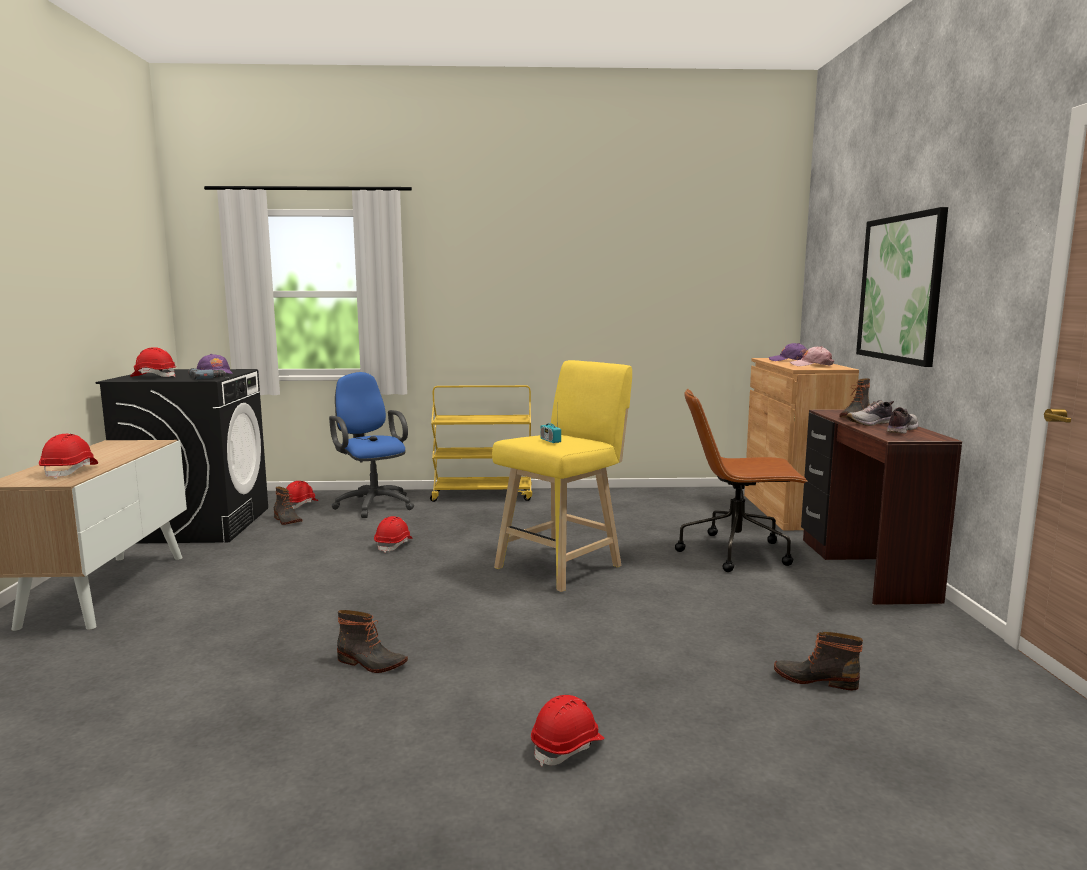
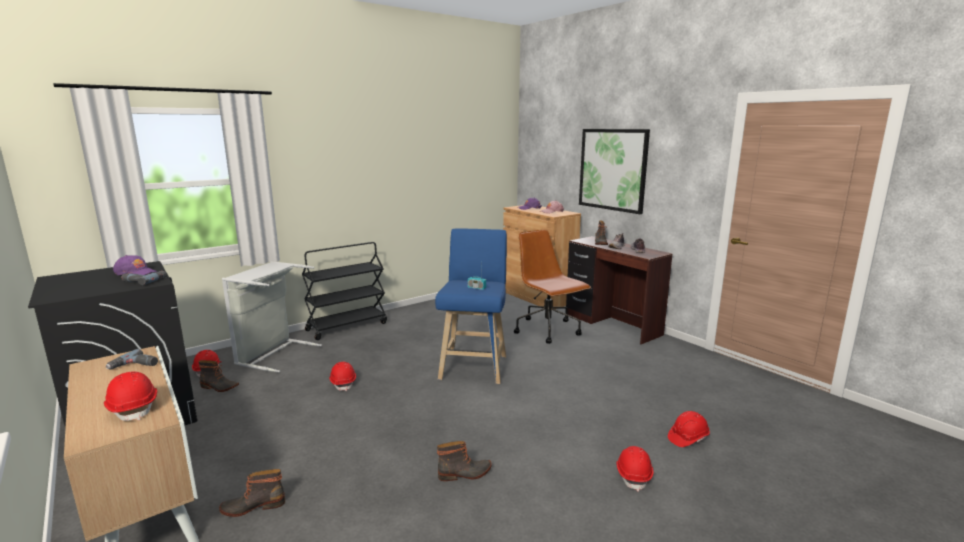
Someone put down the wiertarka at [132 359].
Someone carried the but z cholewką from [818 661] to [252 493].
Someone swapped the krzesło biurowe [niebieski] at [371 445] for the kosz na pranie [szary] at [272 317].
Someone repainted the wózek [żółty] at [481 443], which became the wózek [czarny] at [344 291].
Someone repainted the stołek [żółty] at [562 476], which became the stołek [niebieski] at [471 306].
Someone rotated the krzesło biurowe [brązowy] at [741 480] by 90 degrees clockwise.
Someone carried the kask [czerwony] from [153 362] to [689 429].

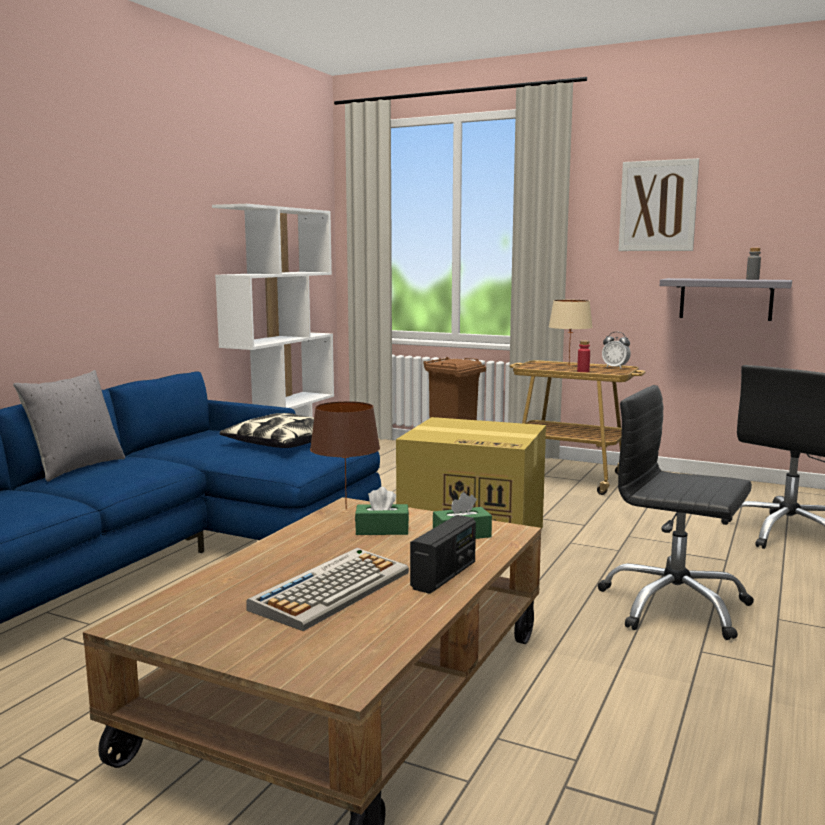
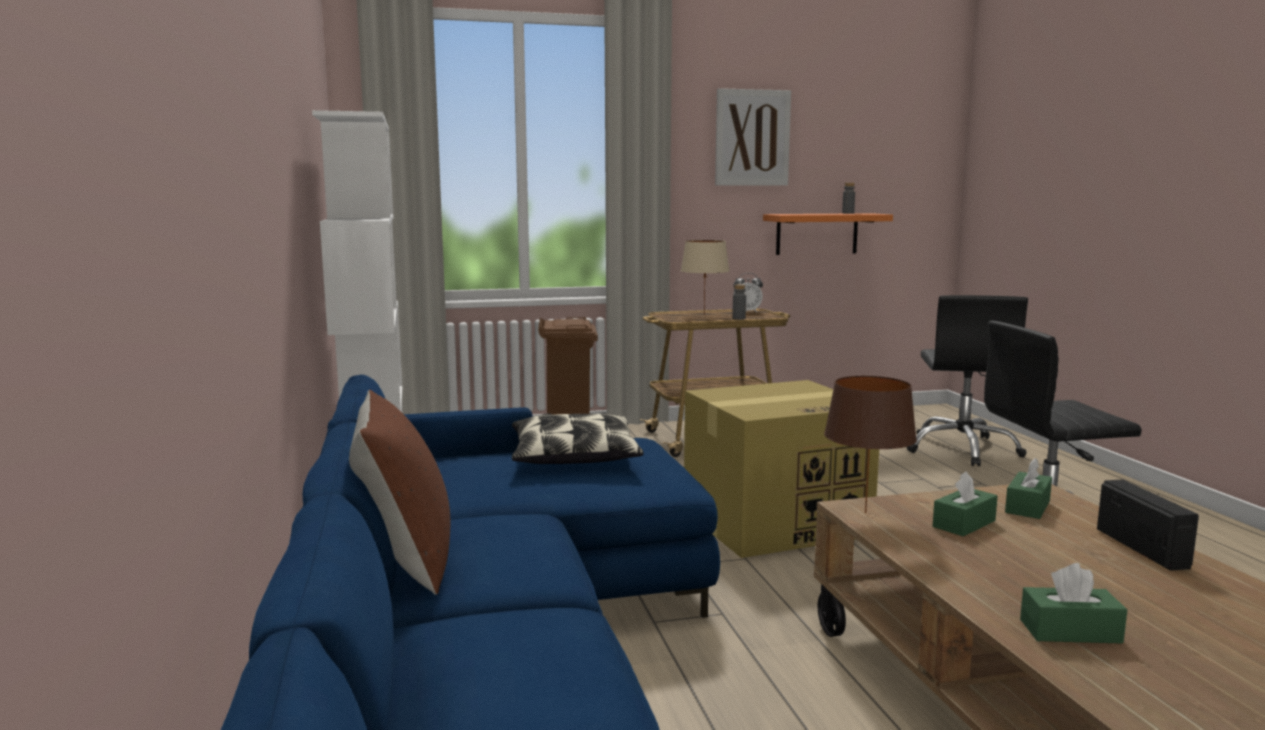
Someone repainted the poduszka [szary] at [69 425], which became the poduszka [brązowy] at [399 492].
Someone repainted the butelka [czerwony] at [583 356], which became the butelka [szary] at [739 302].
Someone repainted the półka [szary] at [726 299], which became the półka [pomarańczowy] at [828 234].
Someone put down the pudełko chusteczek [zielony] at [1073 603].
Someone took away the klawiatura at [327 589].

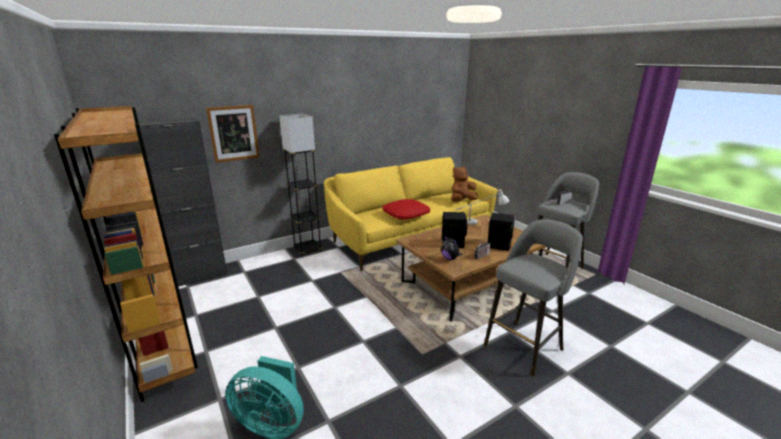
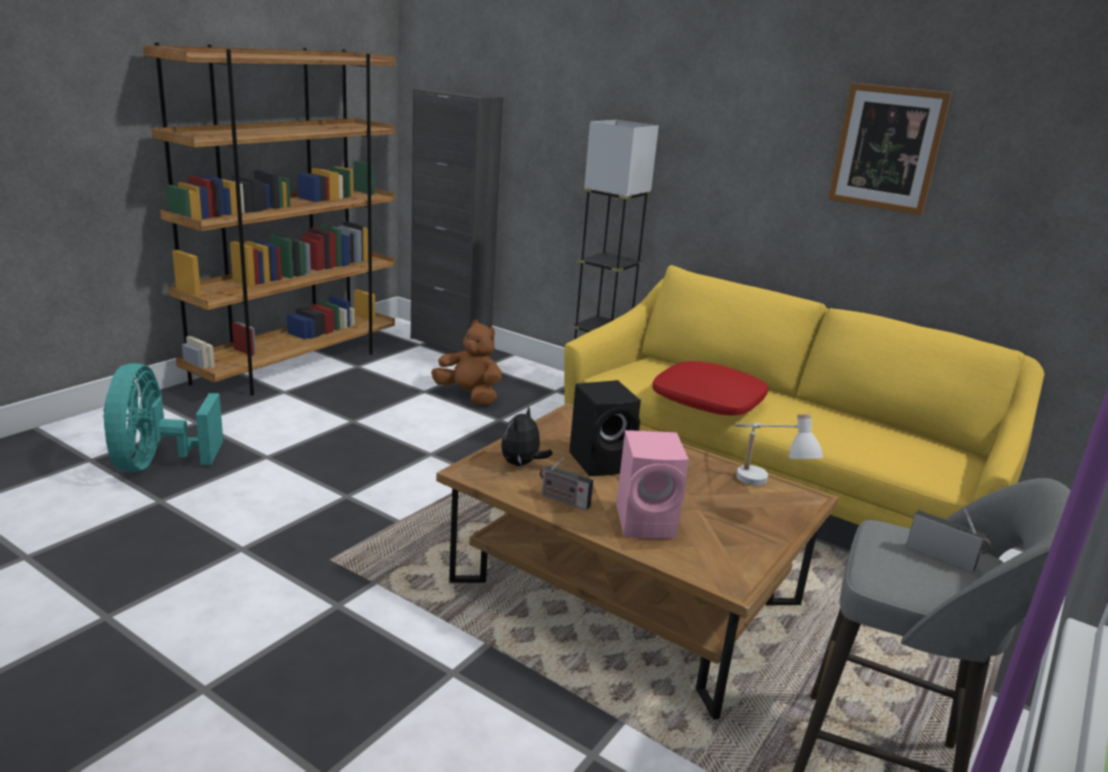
Someone carried the pluszak [brązowy] from [464 184] to [466 362].
Someone repainted the głośnik [czarny] at [501 232], which became the głośnik [różowy] at [652 484].
Someone carried the obraz from [233 134] to [890 149].
Someone took away the stołek [szary] at [533 298].

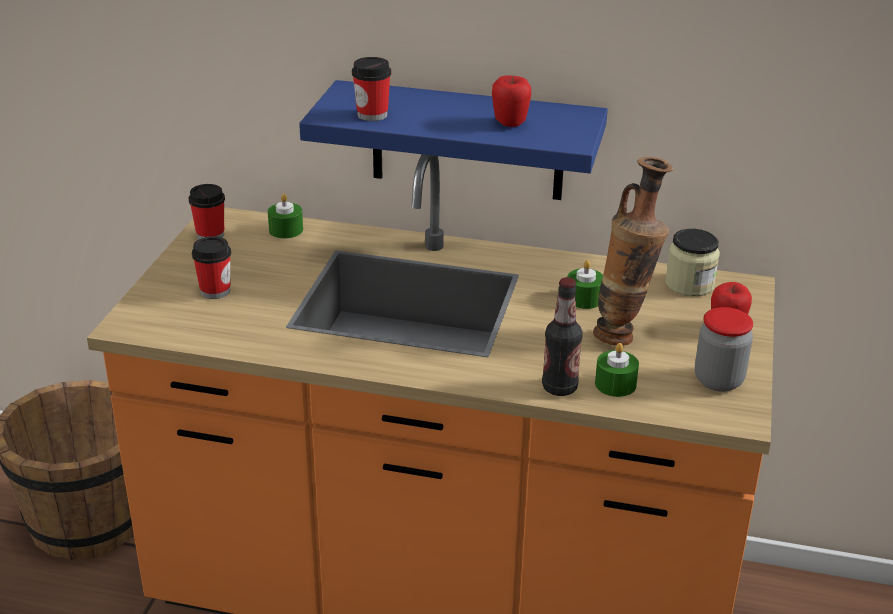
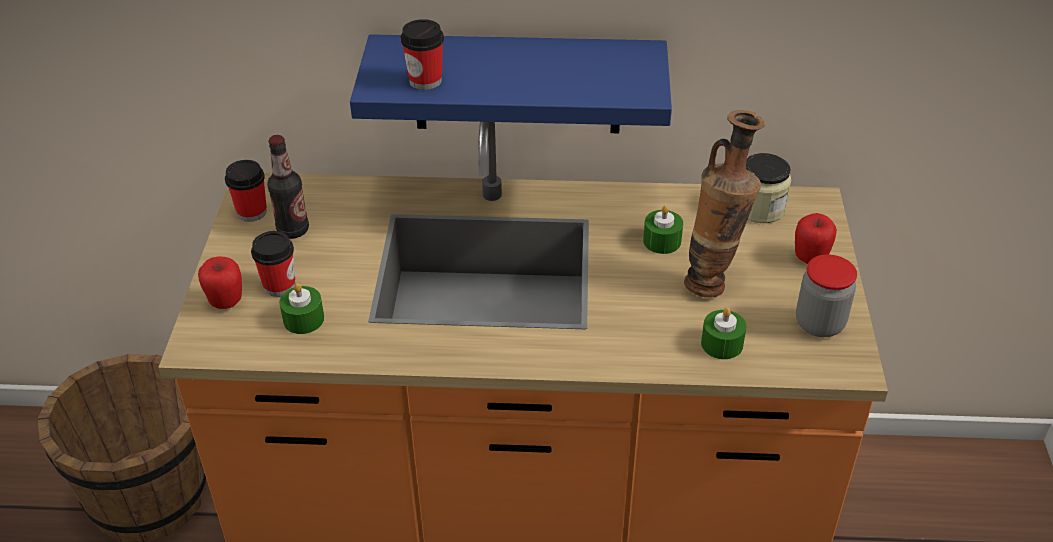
Someone carried the jabłko from [511 101] to [220 282].
Someone carried the butelka from [562 336] to [288 187].
Someone carried the świeca [zielony] from [285 216] to [301 308].

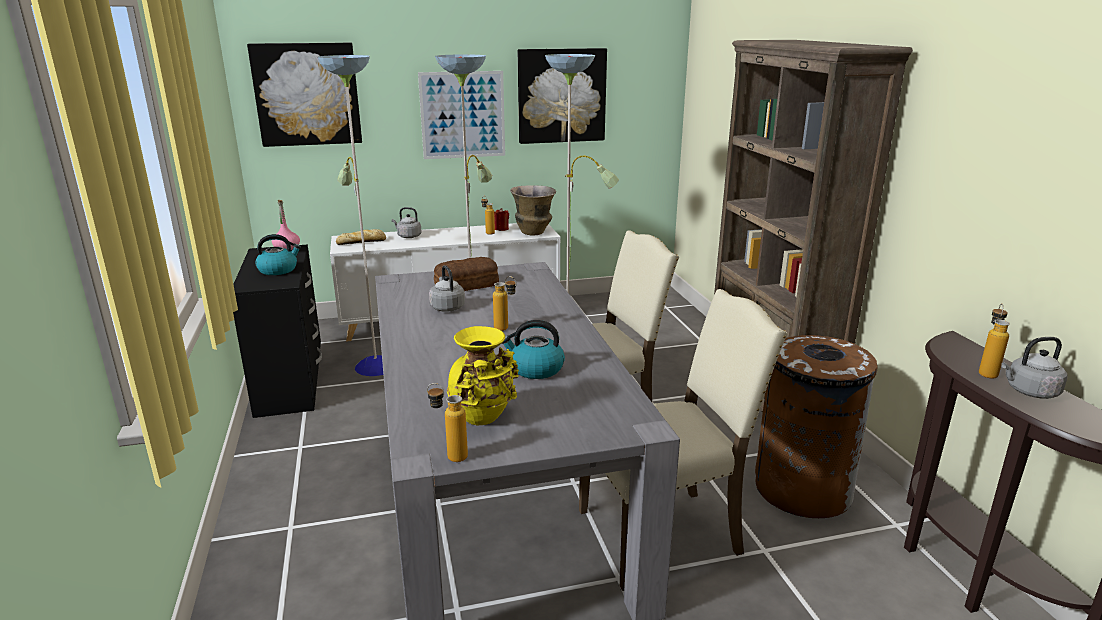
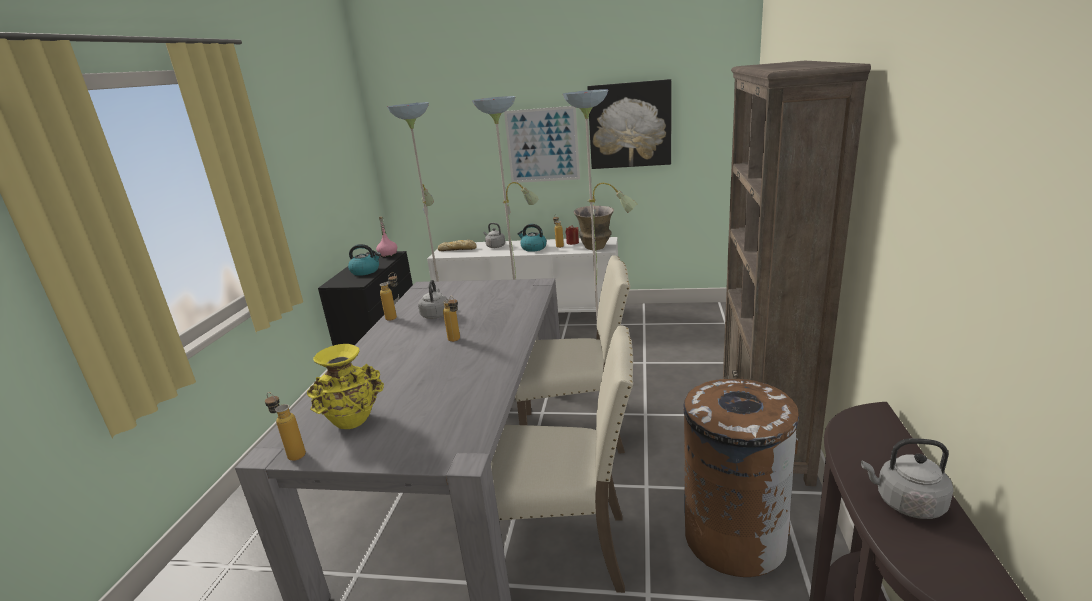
Someone carried the butelka from [994 341] to [388 297].
Someone carried the czajnik from [533 349] to [532 238].
Someone took away the obraz at [304 95].
Someone took away the chleb at [466 274].

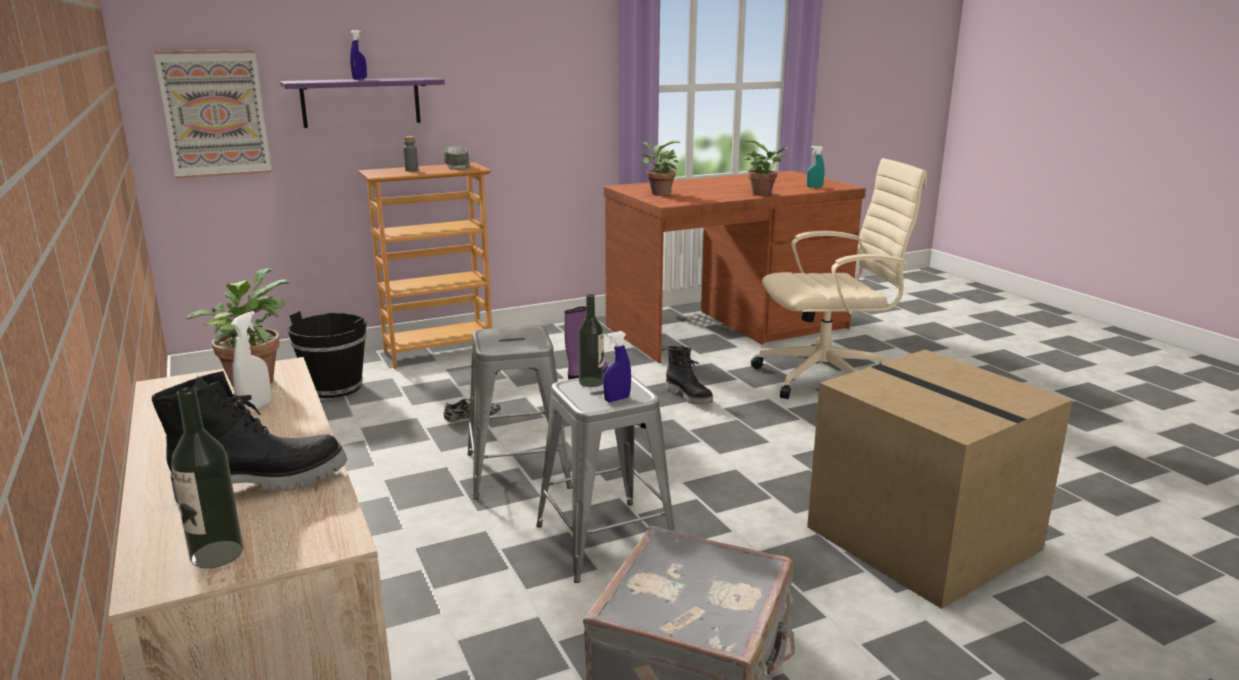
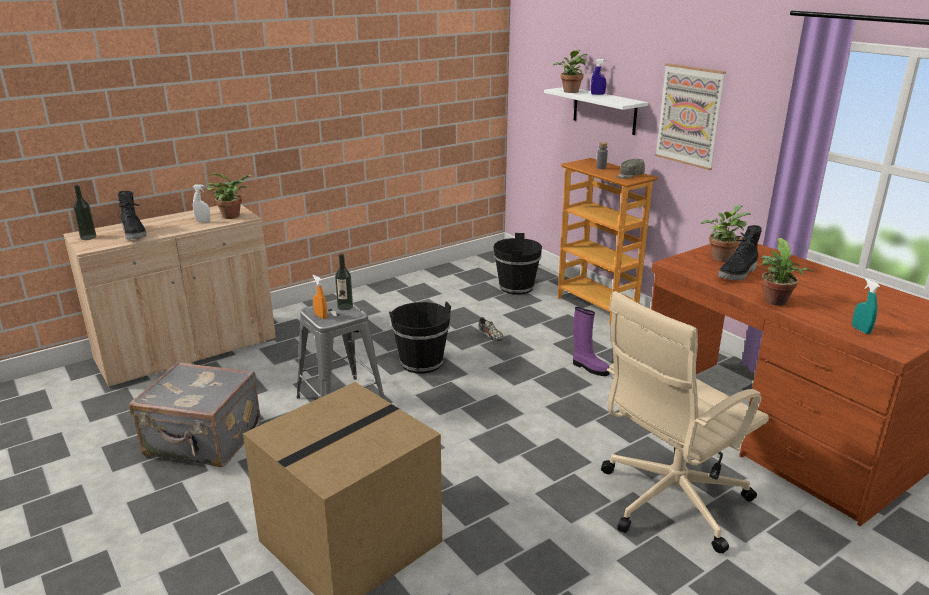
Someone repainted the spryskiwacz [niebieski] at [617 366], which became the spryskiwacz [pomarańczowy] at [320 297].
Someone swapped the stołek [szary] at [519 412] for the wiadro [czarny] at [420 337].
Someone repainted the półka [fioletowy] at [362 102], which became the półka [biały] at [596 111].
Someone put down the roślina doniczkowa at [570 71].
Someone rotated the krzesło biurowe [beżowy] at [839 278] by 75 degrees clockwise.
Someone carried the obraz from [213 114] to [690 116].
Someone carried the but z cholewką [czarny] from [689 375] to [740 252].

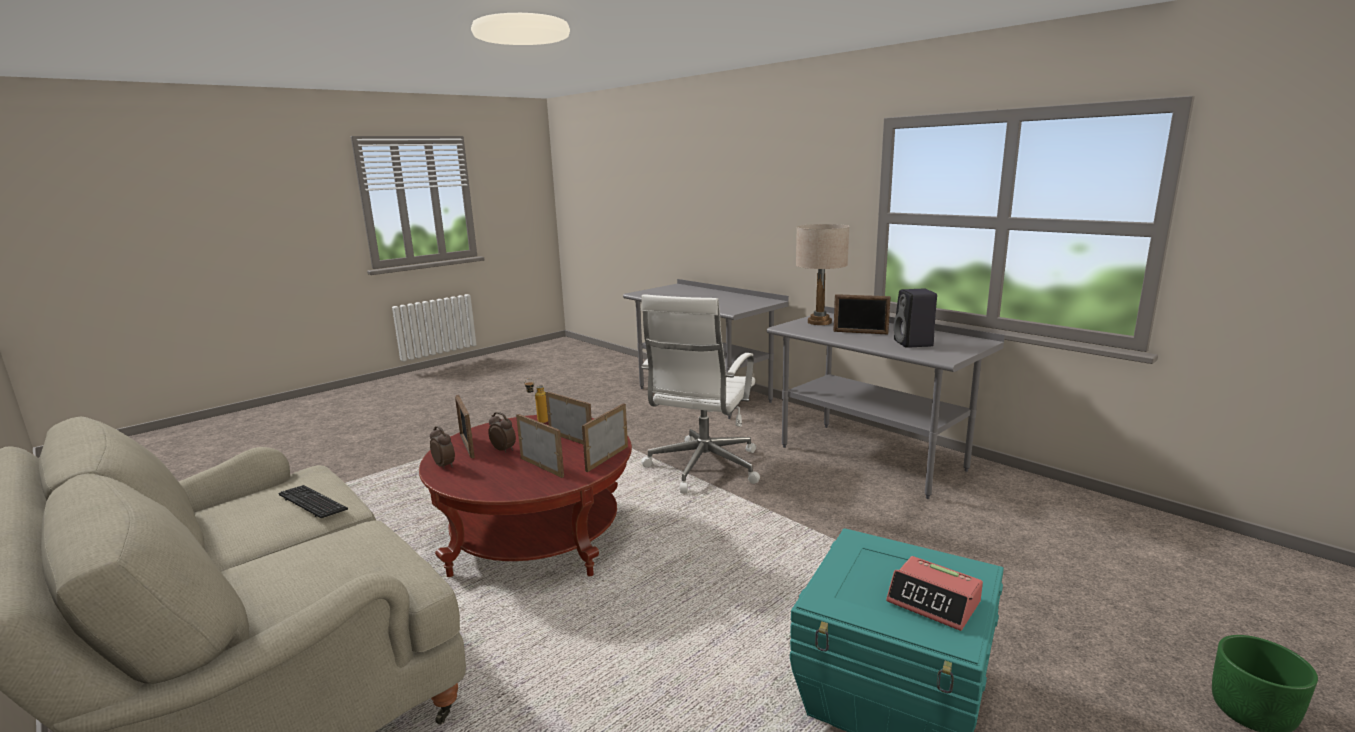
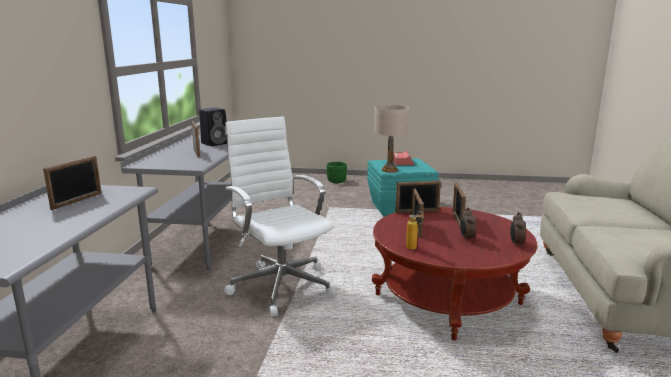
Someone carried the ramka na zdjęcie from [465 426] to [72 183].
Someone rotated the krzesło biurowe [biały] at [700 394] by 105 degrees counterclockwise.
Someone carried the lampa stołowa [beżowy] from [823 274] to [391 139].
Someone took away the klawiatura at [313 501].

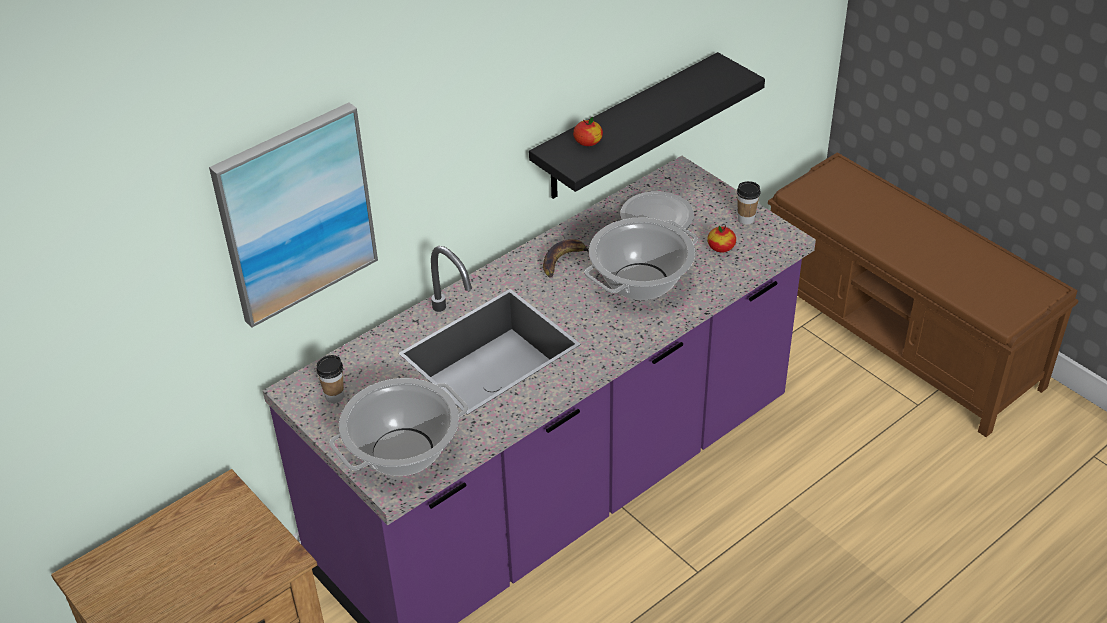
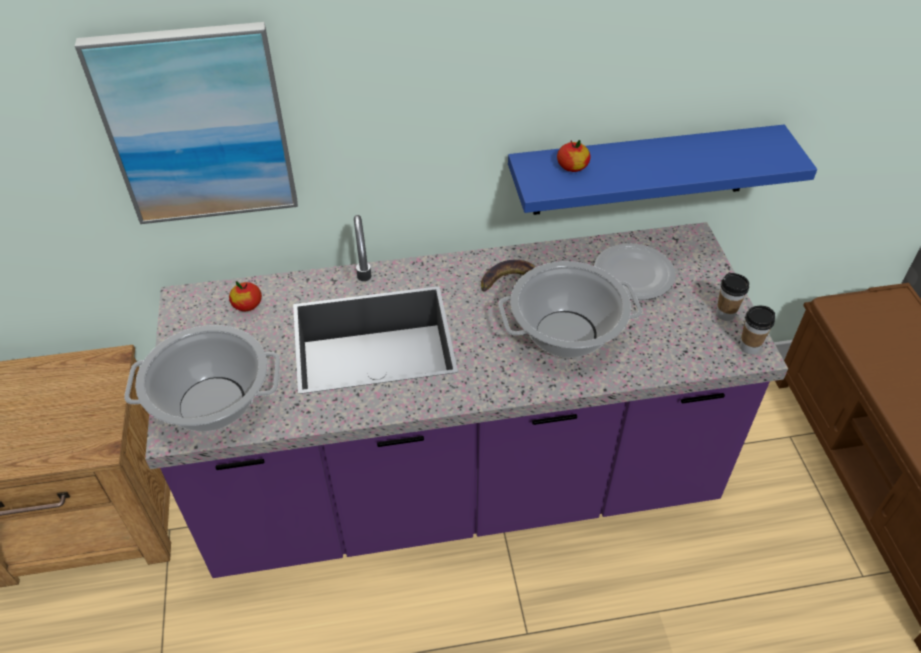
Someone carried the jabłko from [721 239] to [245 296].
Someone repainted the półka [czarny] at [647 125], which became the półka [niebieski] at [662 170].
Someone carried the filiżanka from [330 379] to [757 330].

